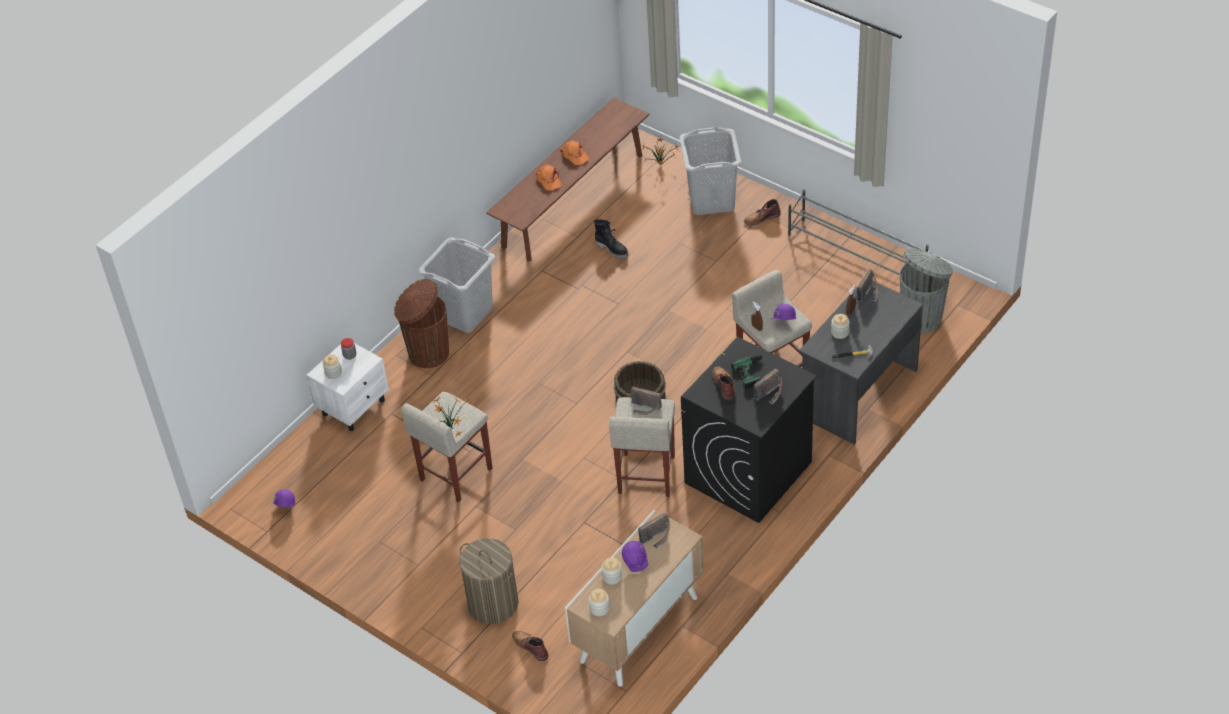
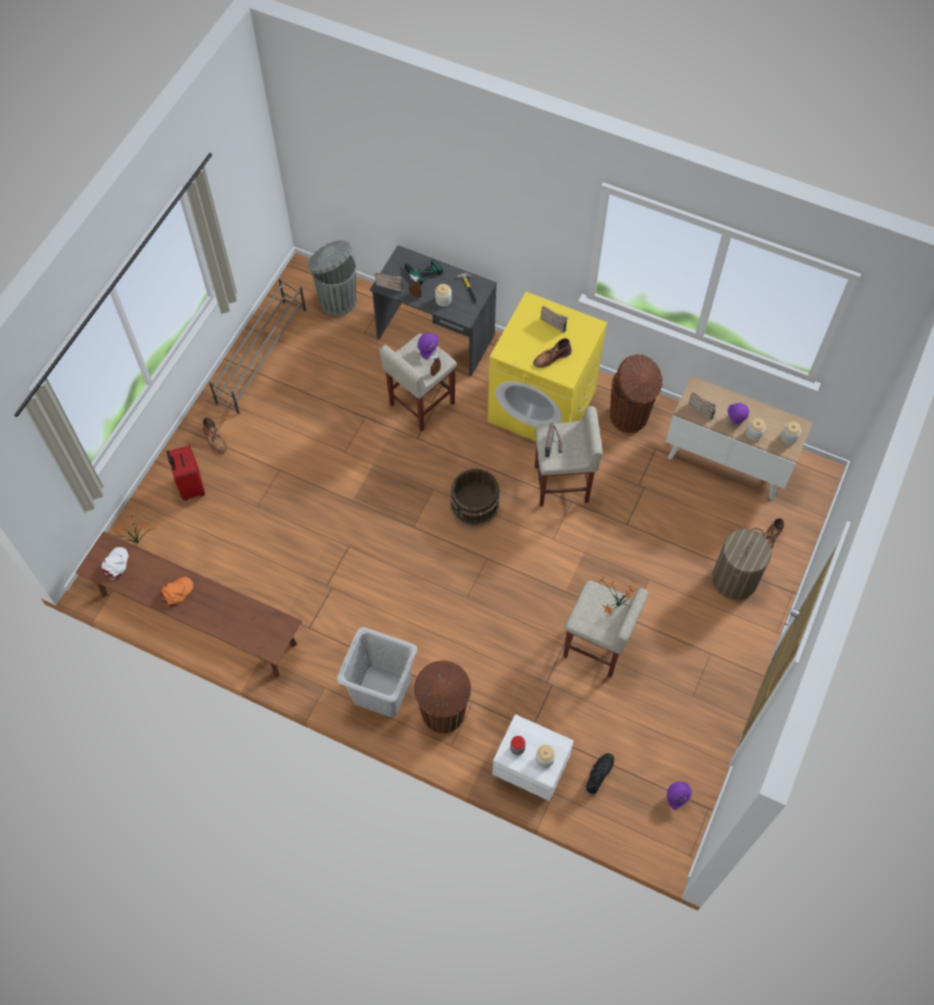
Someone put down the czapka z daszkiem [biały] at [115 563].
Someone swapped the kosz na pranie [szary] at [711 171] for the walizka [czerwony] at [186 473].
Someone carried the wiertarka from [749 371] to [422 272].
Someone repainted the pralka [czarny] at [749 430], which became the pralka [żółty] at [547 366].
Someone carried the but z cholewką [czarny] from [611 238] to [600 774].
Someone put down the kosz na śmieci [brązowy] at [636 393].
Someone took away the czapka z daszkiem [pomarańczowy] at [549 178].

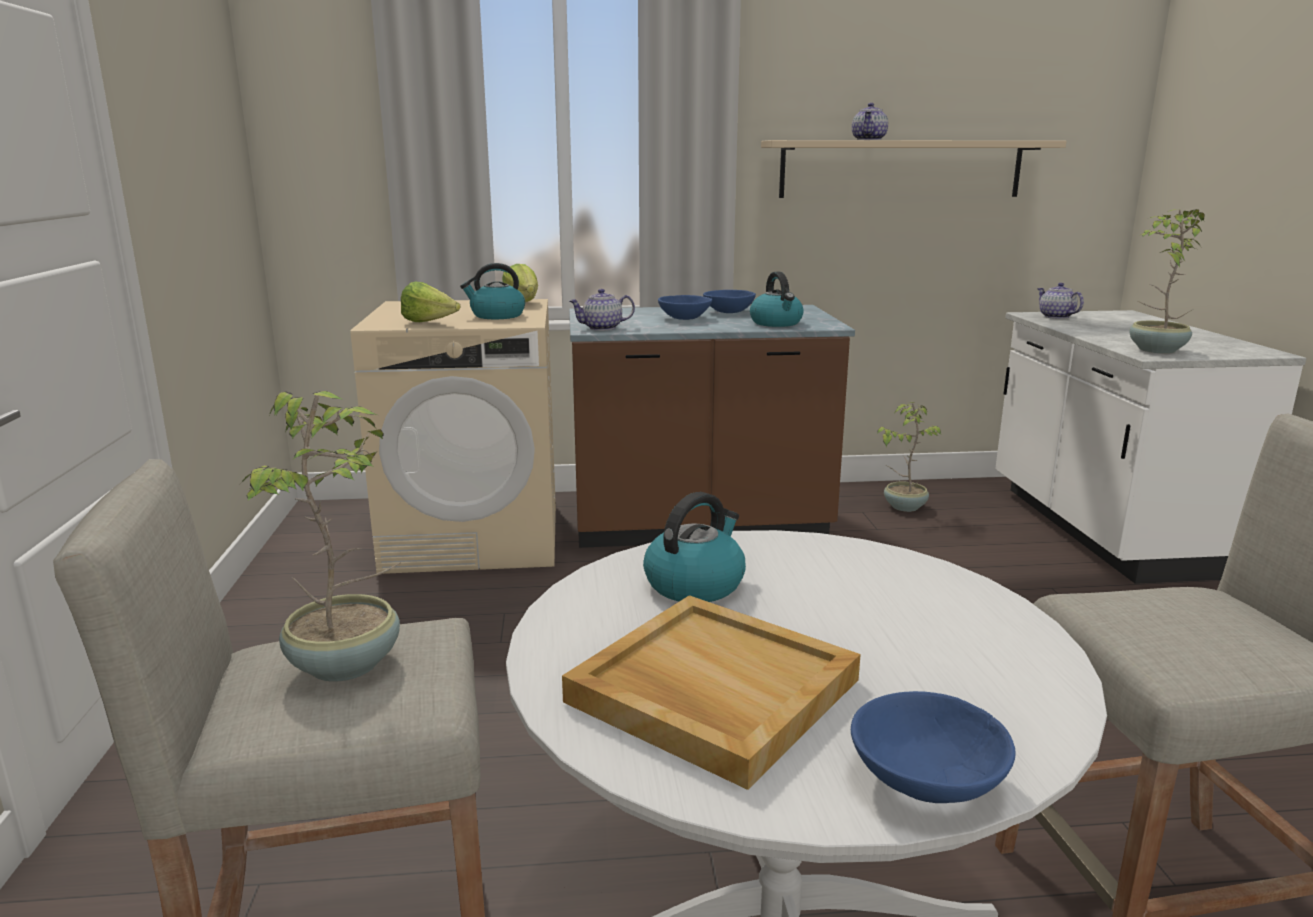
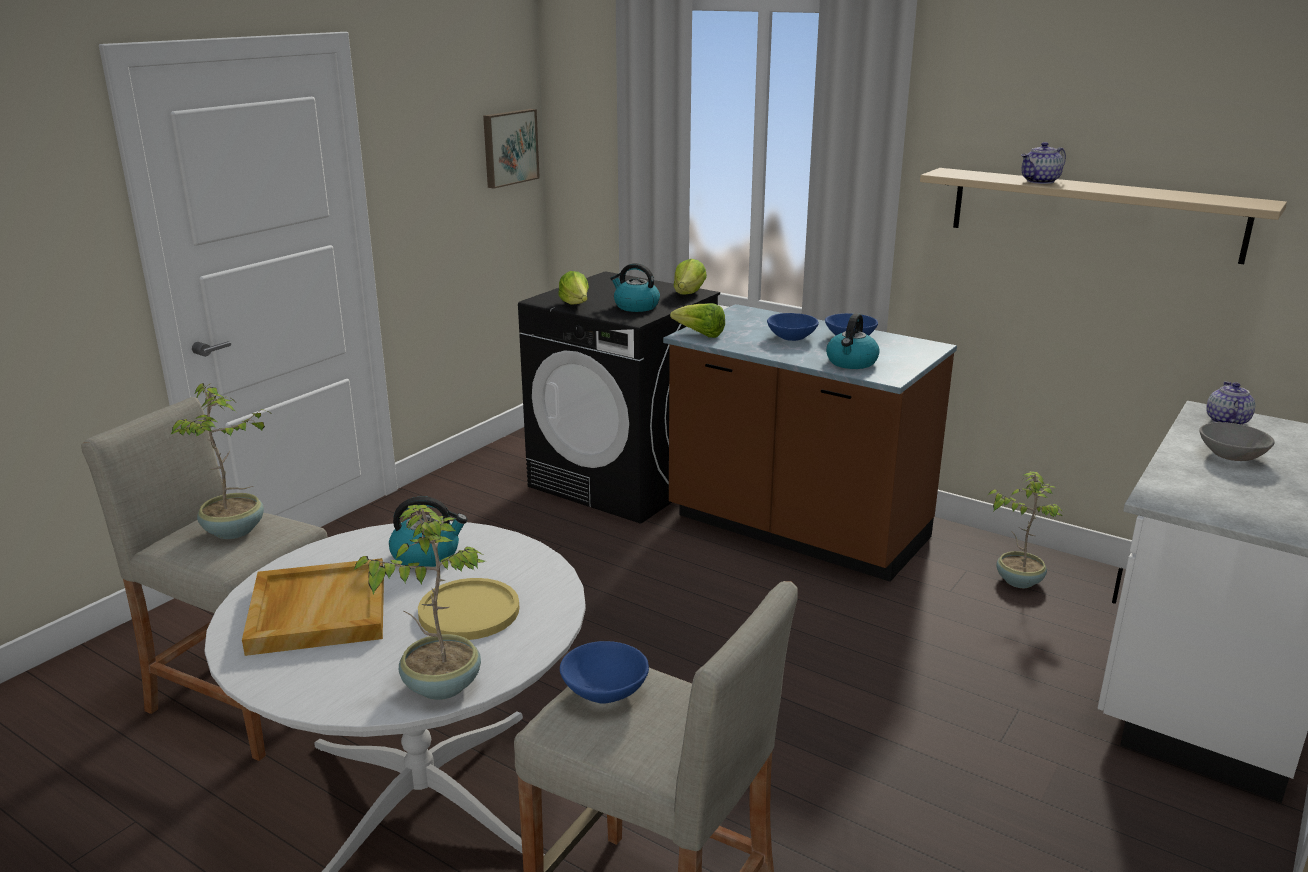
Someone carried the roślina doniczkowa from [1167 281] to [419 602].
Someone put down the talerz [żółty] at [468 609].
Someone put up the obraz at [511 149].
Someone repainted the pralka [beżowy] at [453 436], which became the pralka [czarny] at [619 397].
Someone carried the miska [niebieski] from [933 747] to [604 672].
Someone swapped the imbryk at [602 310] for the sałata at [697 320].
Someone put down the miska [szary] at [1237 441].

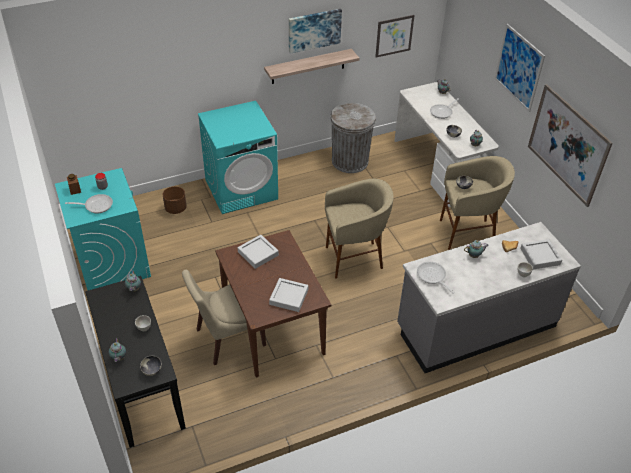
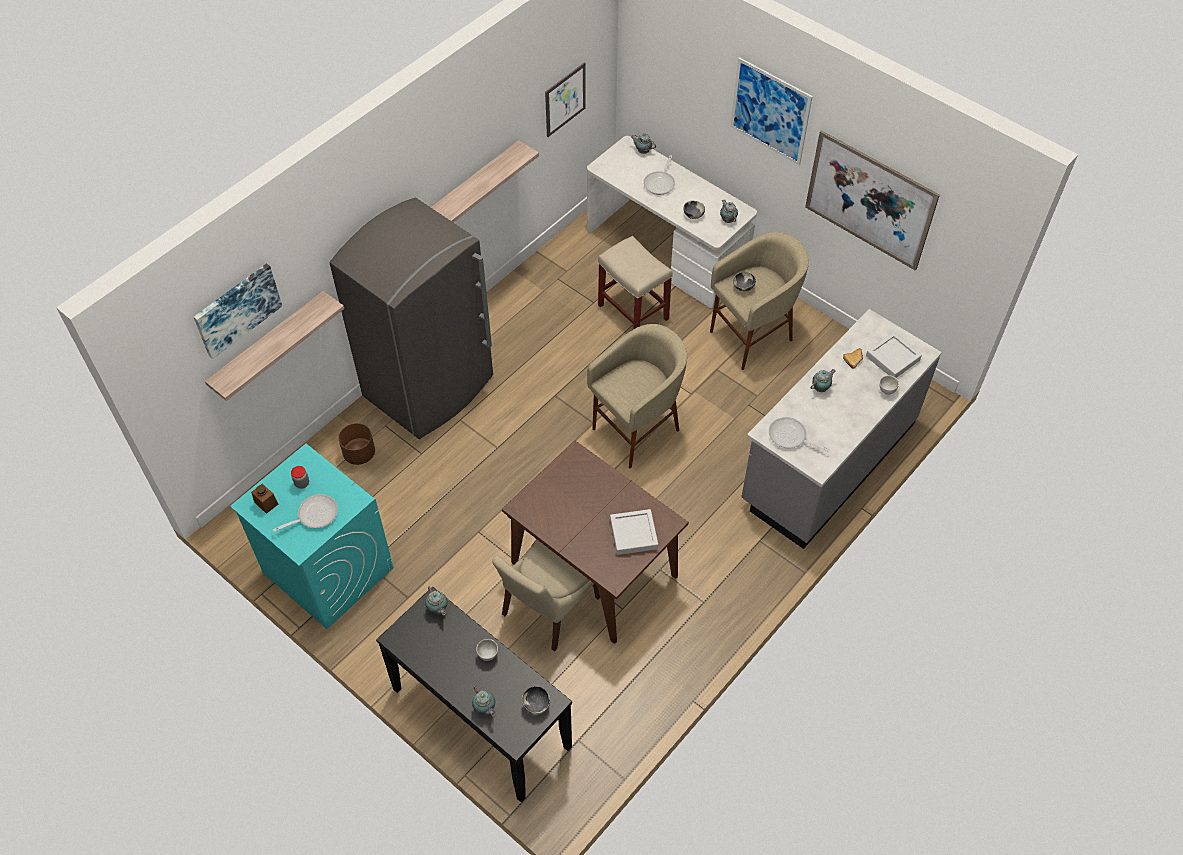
Someone carried the obraz from [315 31] to [238 311].
Someone put up the półka at [274 346].
Someone swapped the pralka [turkusowy] at [238 157] for the lodówka [szary] at [411 318].
Someone put down the stołek [beżowy] at [635 282].
Someone took away the taca [szary] at [258 252].
Someone took away the kosz na śmieci [szary] at [353 138].

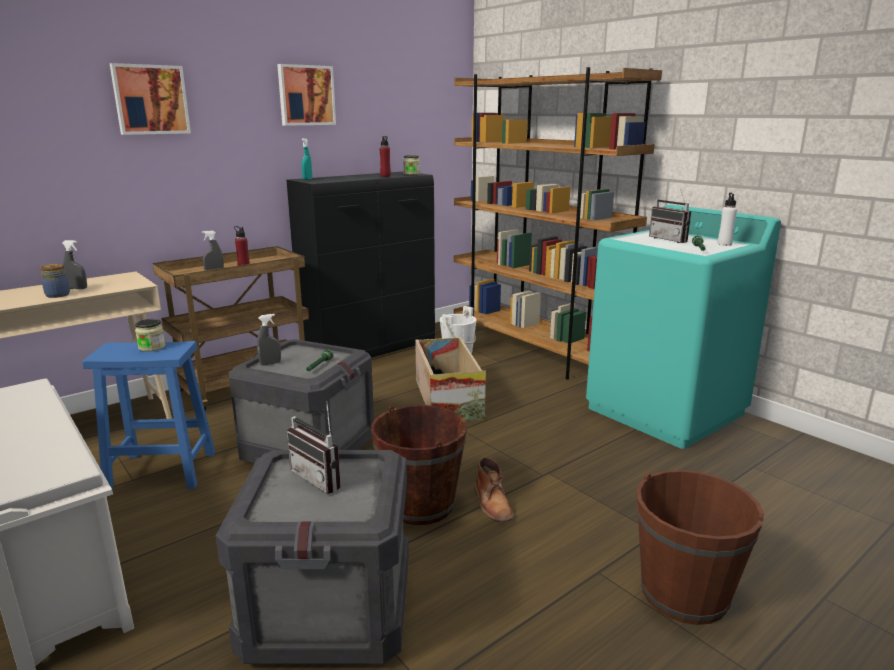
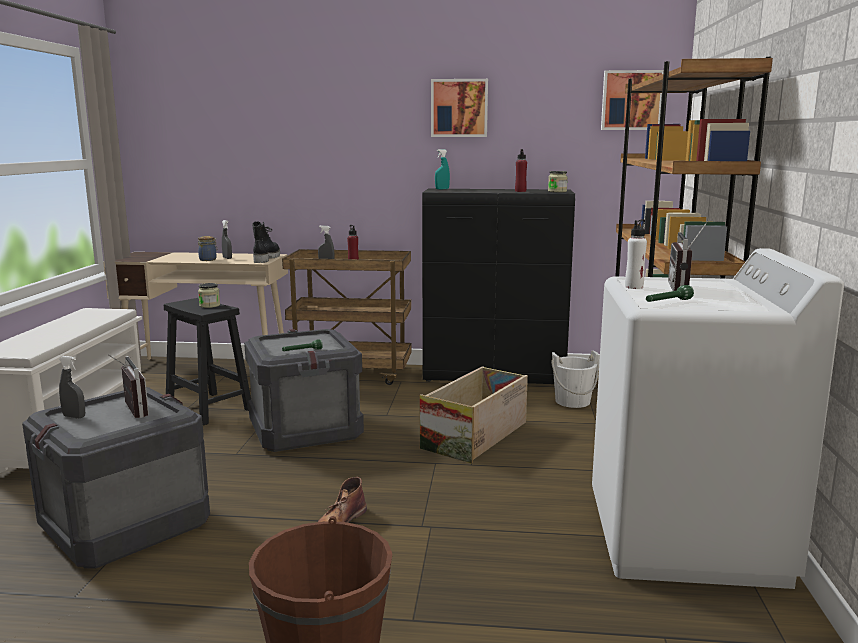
Someone carried the spryskiwacz [szary] from [269 340] to [72 387].
Someone rotated the radio at [314 447] by 150 degrees clockwise.
Someone repainted the stołek [niebieski] at [148 415], which became the stołek [czarny] at [207 362].
Someone put down the but z cholewką [czarny] at [266 242].
Someone repainted the pralka [turkusowy] at [683 327], which became the pralka [biały] at [718 418].
Someone carried the obraz from [150 99] to [632 100].
Someone carried the butelka [biały] from [727 219] to [636 254].
Someone took away the wiadro [brązowy] at [419 465].

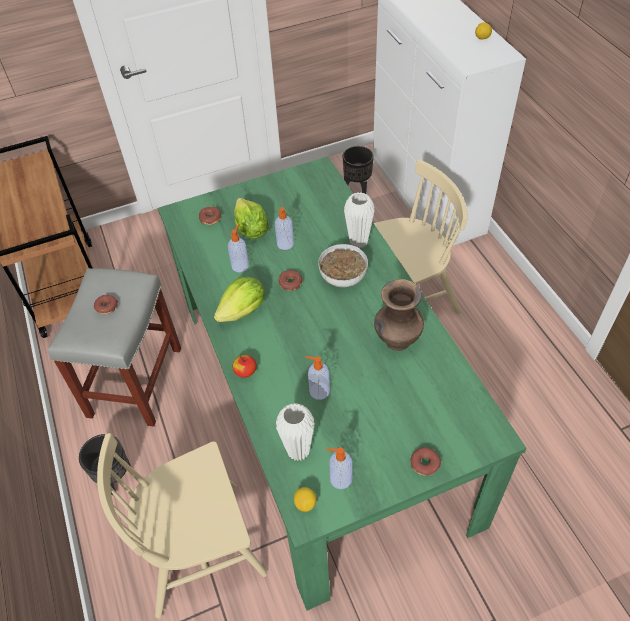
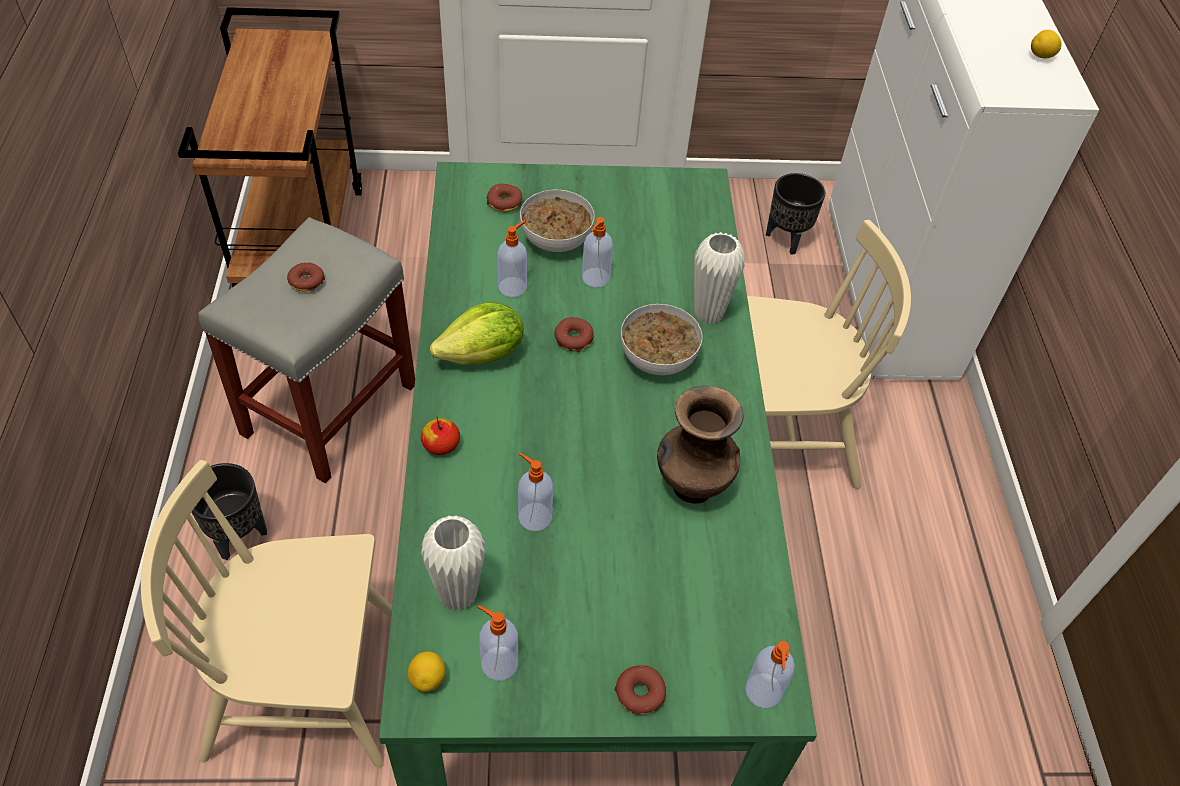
Someone swapped the sałata at [251 218] for the miska at [557 221].
Someone put down the dozownik mydła at [770 674].

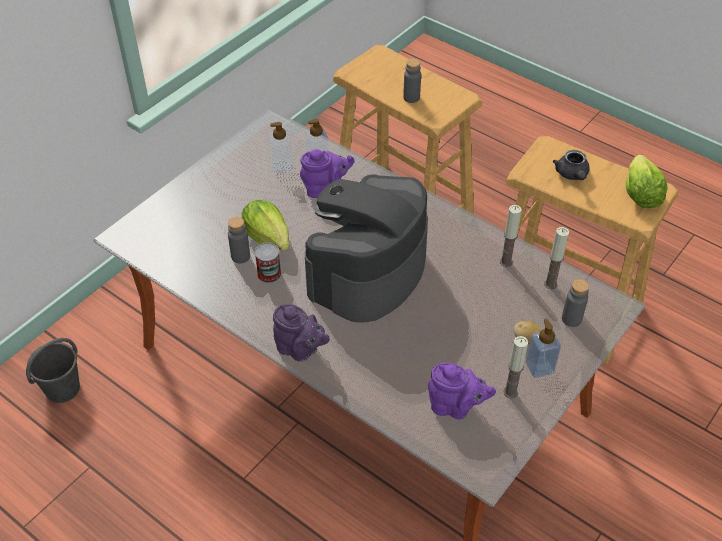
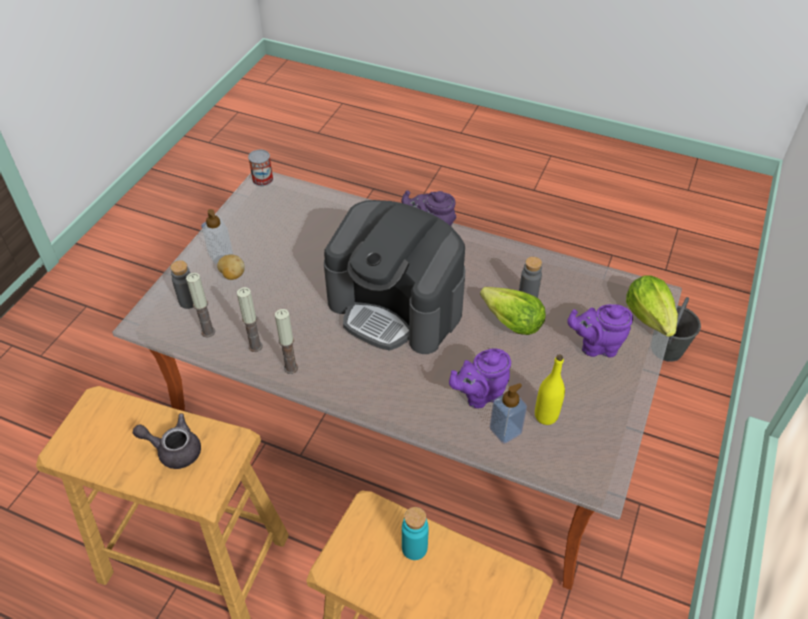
Someone rotated the imbryk [szary] at [571 165] by 60 degrees counterclockwise.
Someone carried the puszka from [268 263] to [260 168].
Someone carried the świeca from [515 367] to [286 341].
Someone rotated the ekspres do kawy at [366 248] by 105 degrees clockwise.
Someone repainted the butelka [szary] at [412 81], which became the butelka [turkusowy] at [415 533].
Someone swapped the dozownik mydła at [281 147] for the butelka [żółty] at [550 389].
Someone carried the imbryk [fioletowy] from [462 391] to [600 330].
Someone carried the sałata from [647 181] to [652 306].

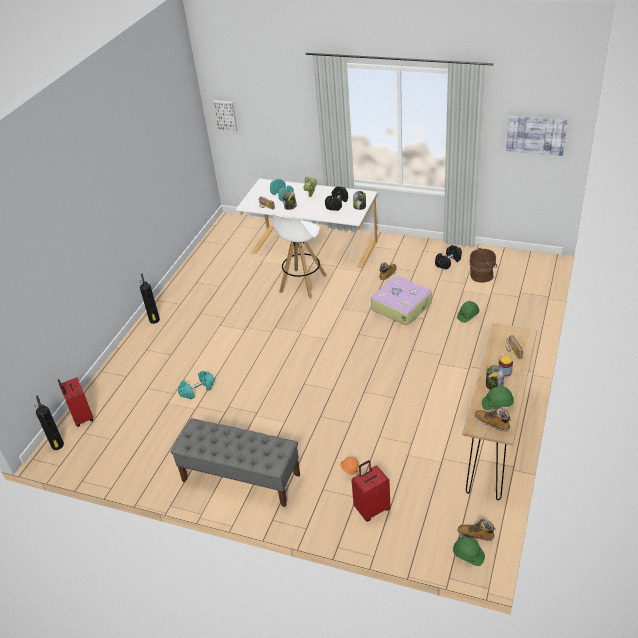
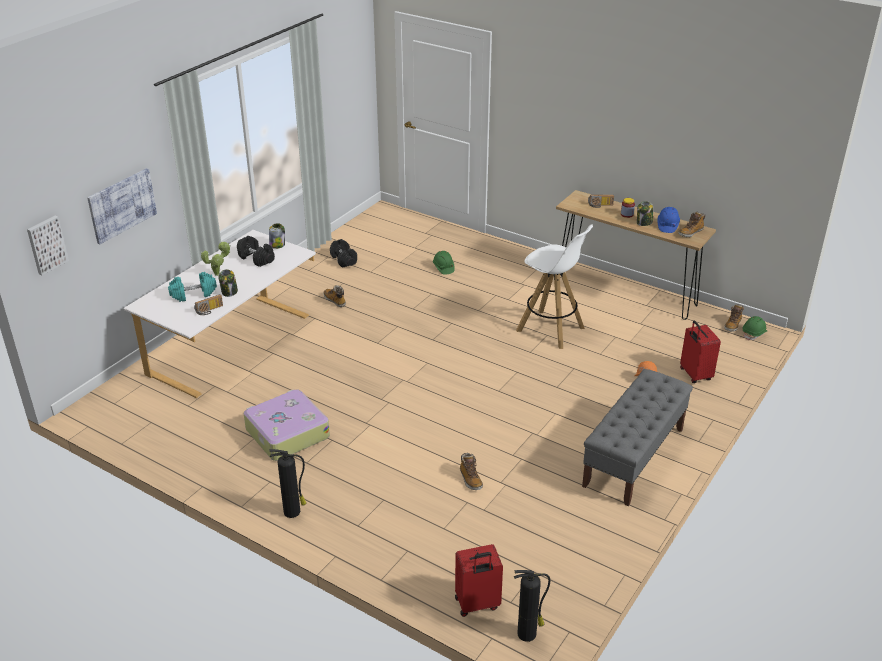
Someone carried the obraz from [537 136] to [122 206].
Someone carried the walizka from [401 300] to [287 425].
Someone swapped the hantel [turkusowy] at [196 385] for the but z cholewką at [471 471].
Someone carried the stołek [biały] from [300 256] to [554 286].
Someone repainted the kask [zielony] at [498 398], which became the kask [niebieski] at [669 220].
Someone took away the wiadro [brązowy] at [484 265].

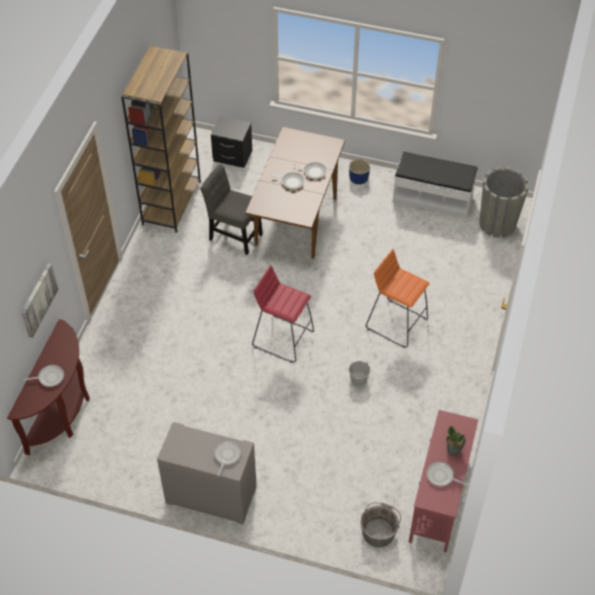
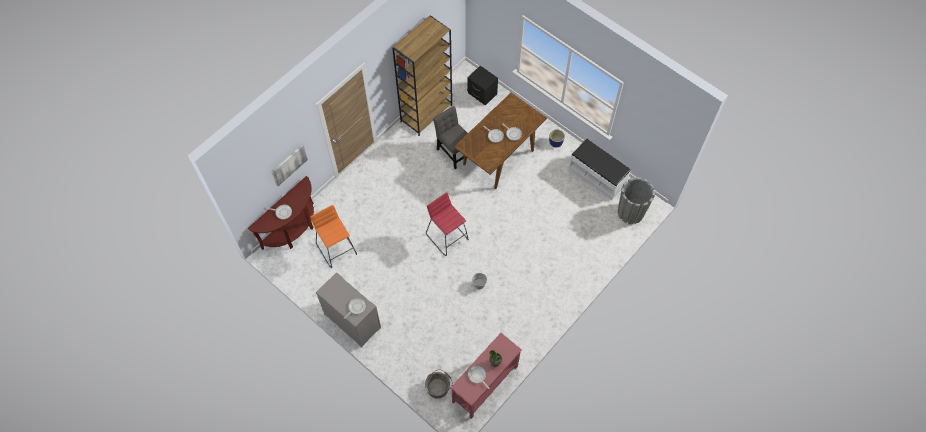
Someone carried the stołek [pomarańczowy] from [398 298] to [334 236].

